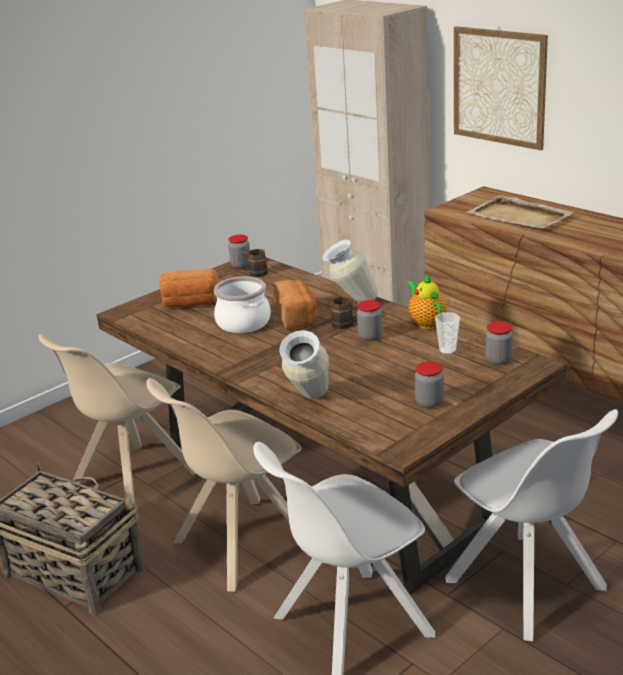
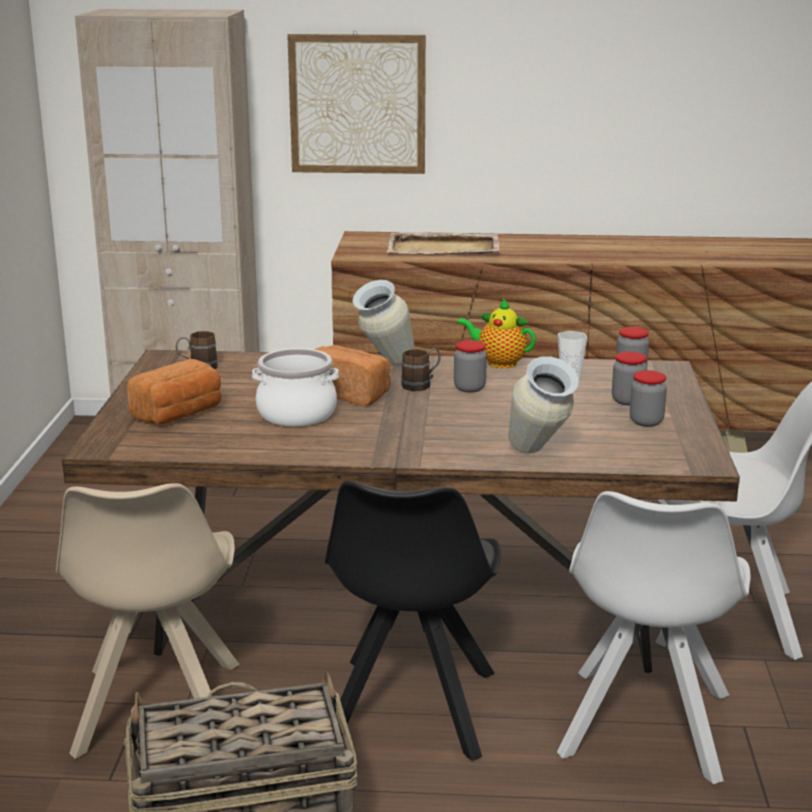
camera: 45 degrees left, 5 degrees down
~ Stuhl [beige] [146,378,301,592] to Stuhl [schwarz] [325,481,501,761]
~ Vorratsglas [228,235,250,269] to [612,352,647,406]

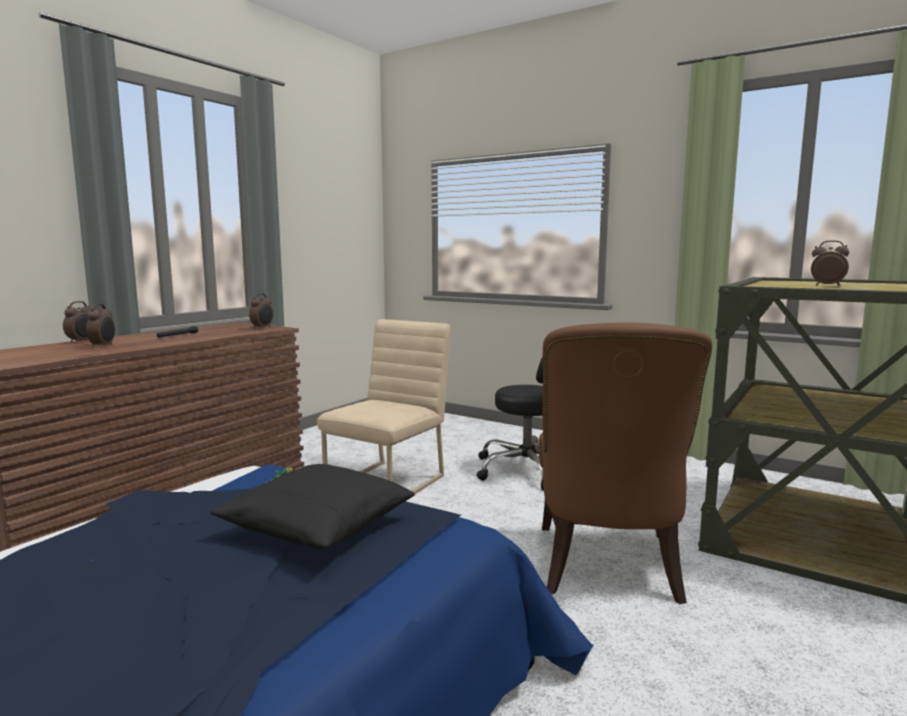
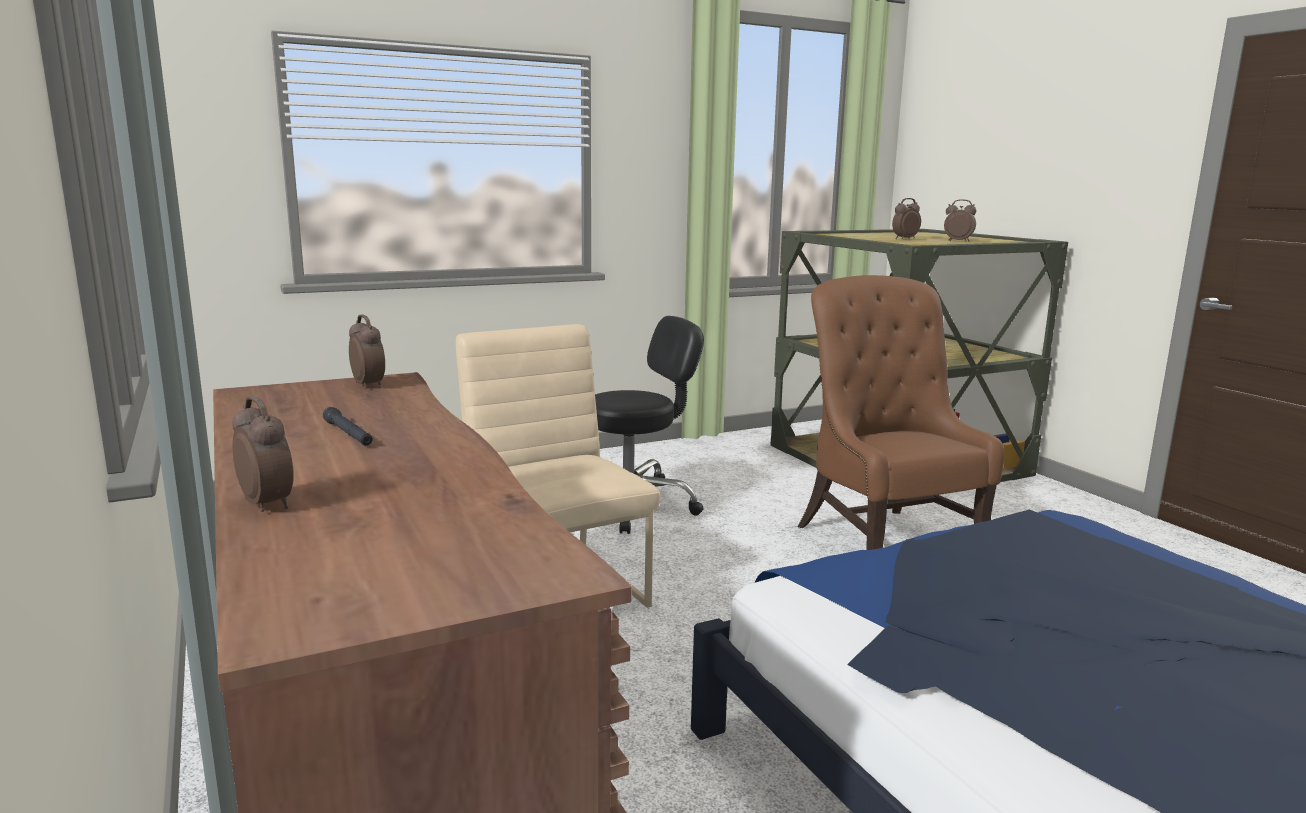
camera: 60 degrees left, 5 degrees up
~ Stuhl [braun] [538,322,712,604] = [798,275,1005,550] 150 degrees counterclockwise
~ Wecker [86,304,115,348] to [944,199,976,242]
- Kissen [schwarz] [210,464,415,550]

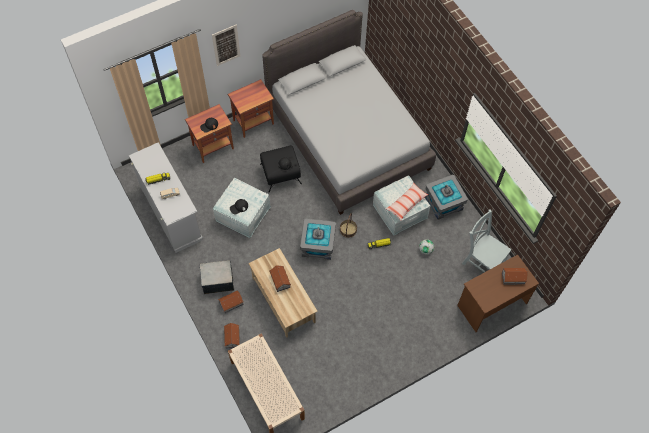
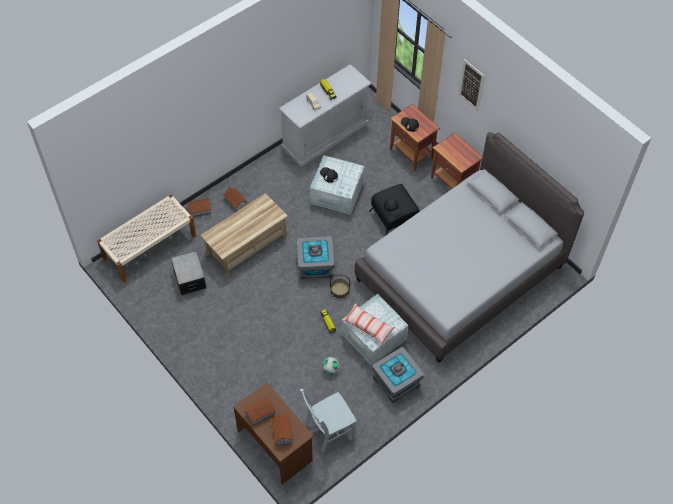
camera: 80 degrees right, 5 degrees down
~ Aufbewahrungsbox [200,260,234,294] to [171,251,206,296]
~ Spielzeughaus [269,265,291,292] to [244,397,276,426]
~ Stuhl [grau] [462,209,511,272] = [300,389,357,453] 150 degrees counterclockwise

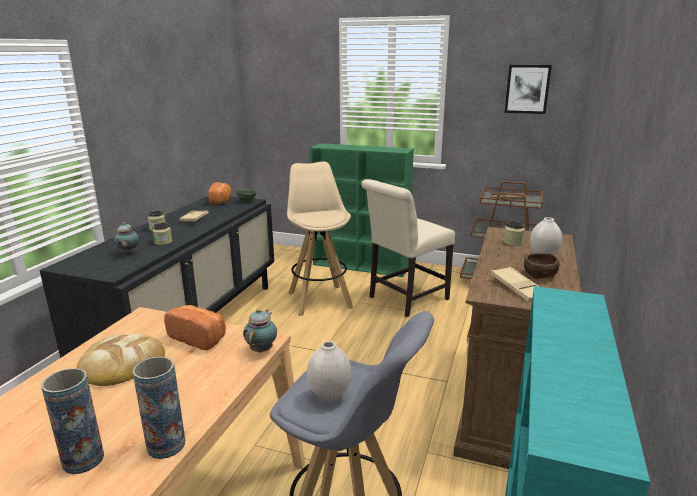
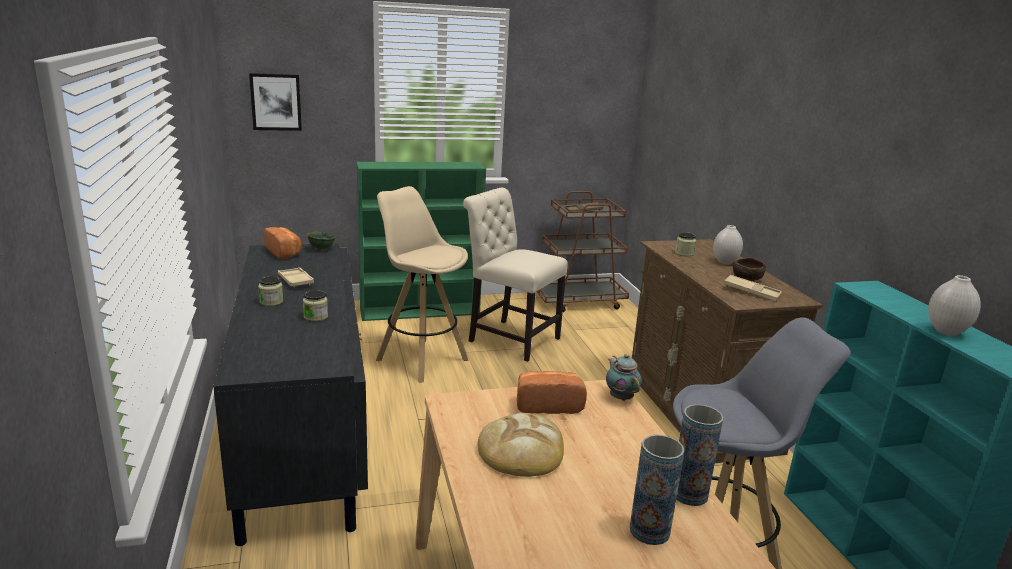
camera: 35 degrees left, 0 degrees up
~ Bild [504,65,552,114] to [249,73,302,131]
~ Stuhl [beige] [361,179,455,317] = [463,188,568,362] 105 degrees clockwise
~ Vase [weiß] [307,341,351,402] to [928,275,981,336]
- Teekanne [114,222,140,254]

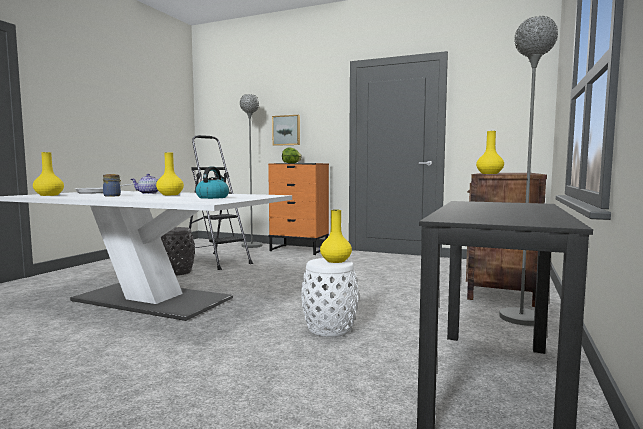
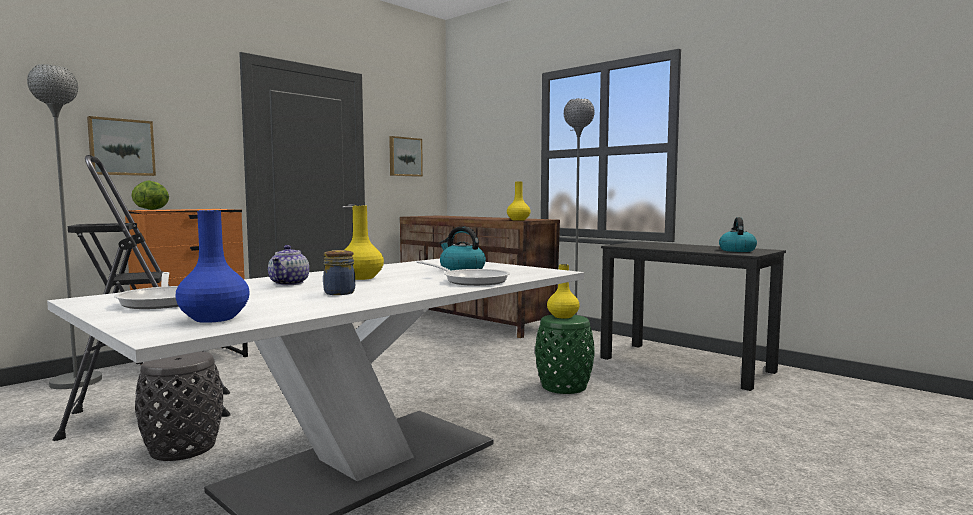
camera: 70 degrees left, 0 degrees up
~ Vase [gelb] [33,152,64,196] to Vase [blau] [176,210,250,323]
+ Bild [389,136,423,177]
+ Pfanne [417,261,510,286]
~ Hocker [weiß] [301,258,359,337] to Hocker [grün] [535,315,595,394]
+ Wasserkessel [719,217,757,252]

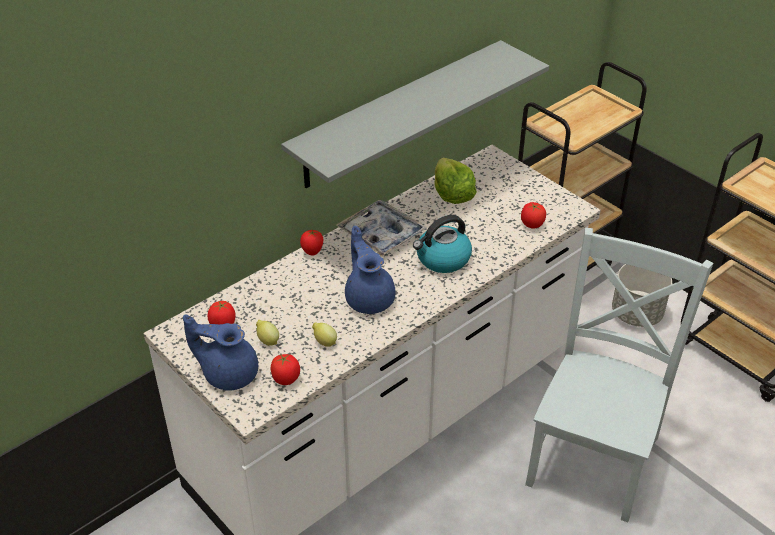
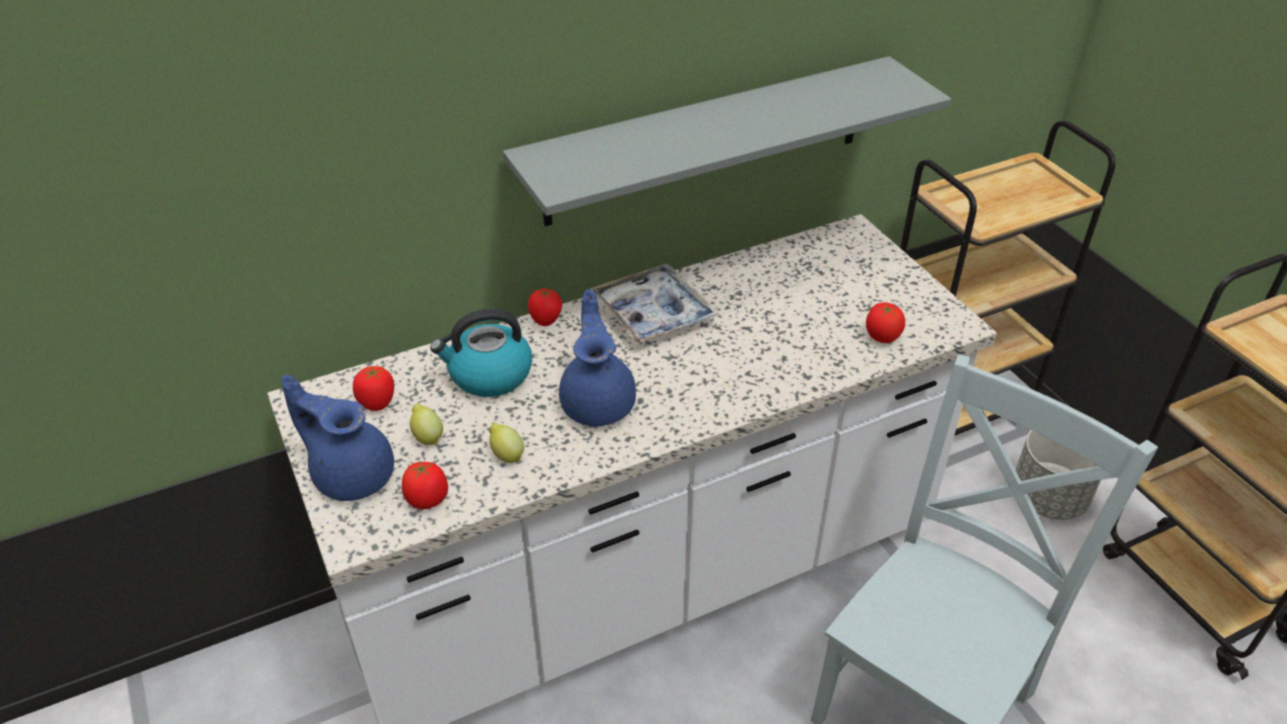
camera: 15 degrees right, 0 degrees up
~ Wasserkessel [413,215,472,273] to [430,308,532,397]
- Salatkopf [434,158,477,204]

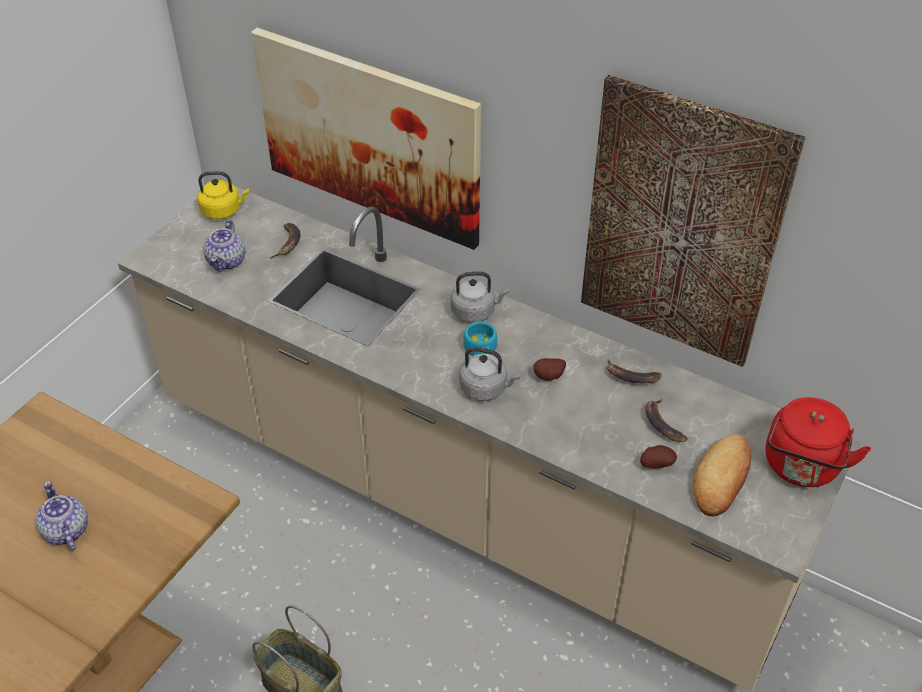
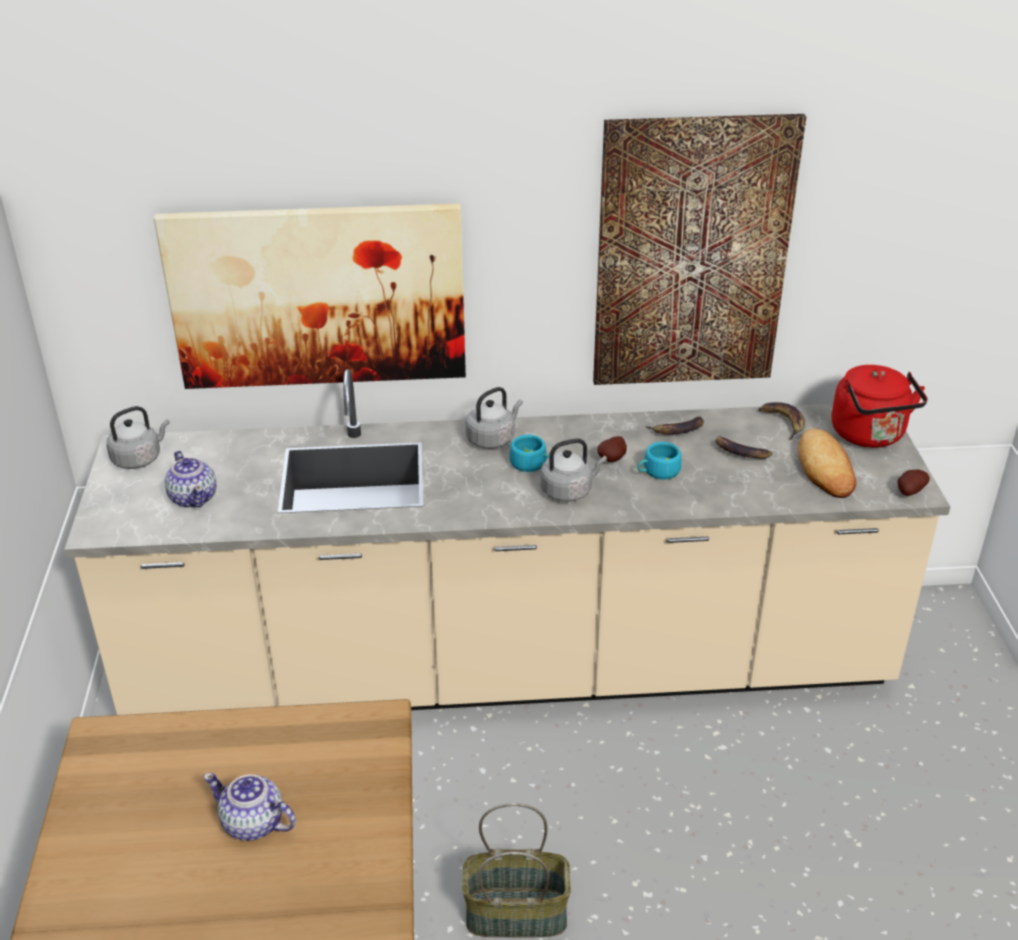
camera: 35 degrees left, 10 degrees down
~ Wasserkessel [gelb] [197,171,249,220] to Wasserkessel [grau] [107,406,170,469]
+ Tasse [türkis] [638,442,682,479]
~ Banane [269,223,301,259] to [758,402,805,440]
~ Kartoffel [640,445,677,468] to [897,469,930,496]

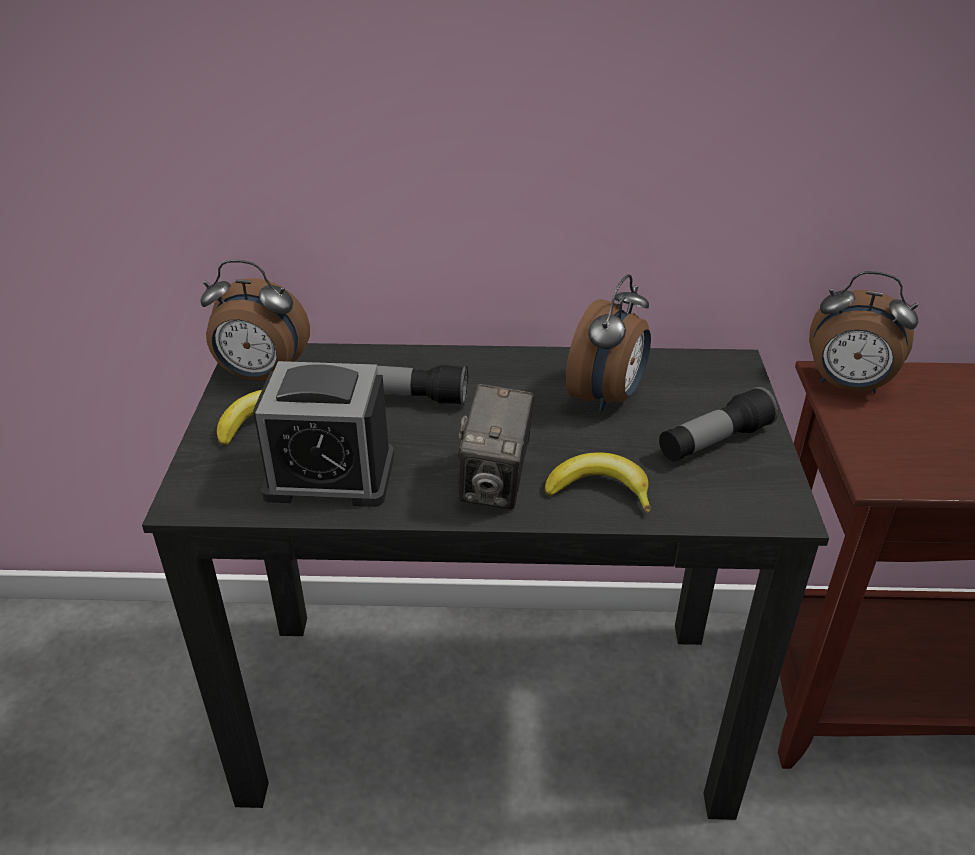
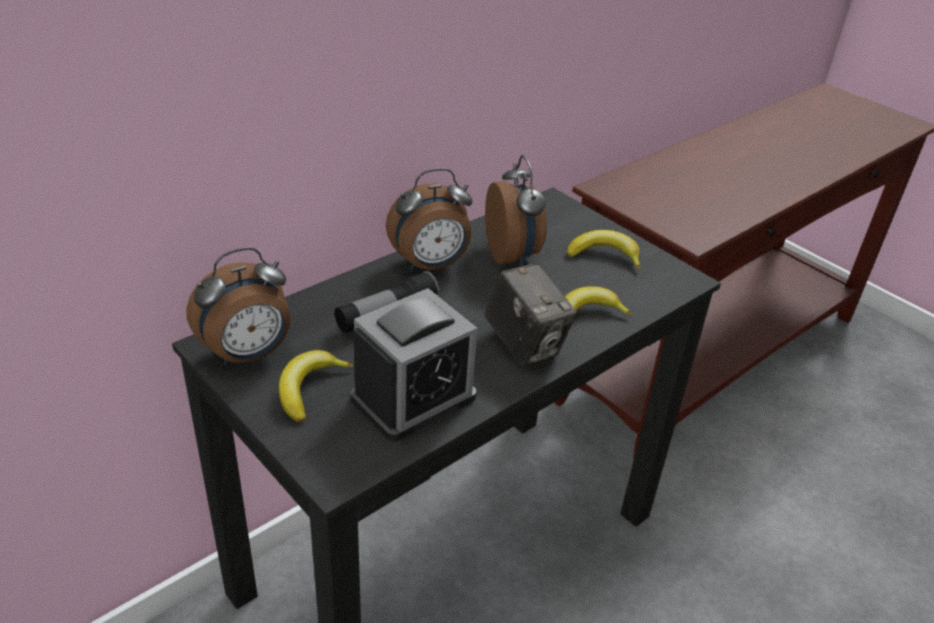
camera: 45 degrees left, 0 degrees up
~ Wecker [809,271,918,394] to [386,168,473,271]
~ Taschenlampe [659,386,778,462] to Banane [567,230,641,270]

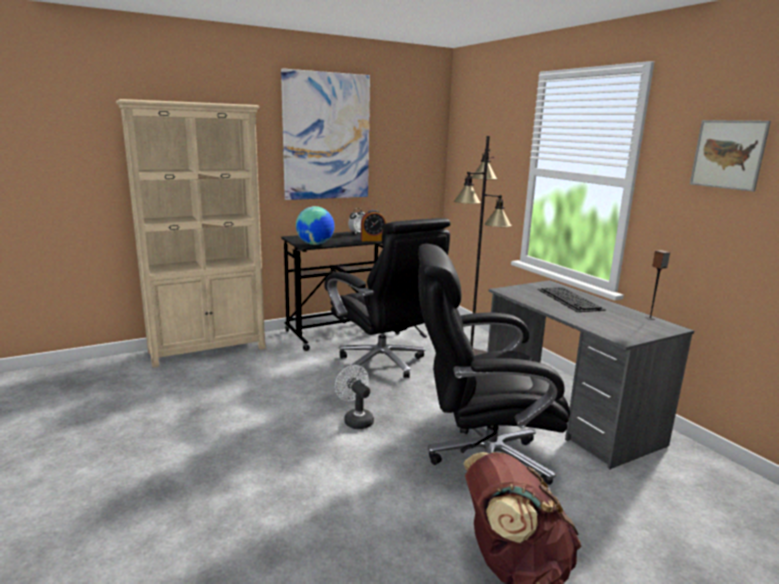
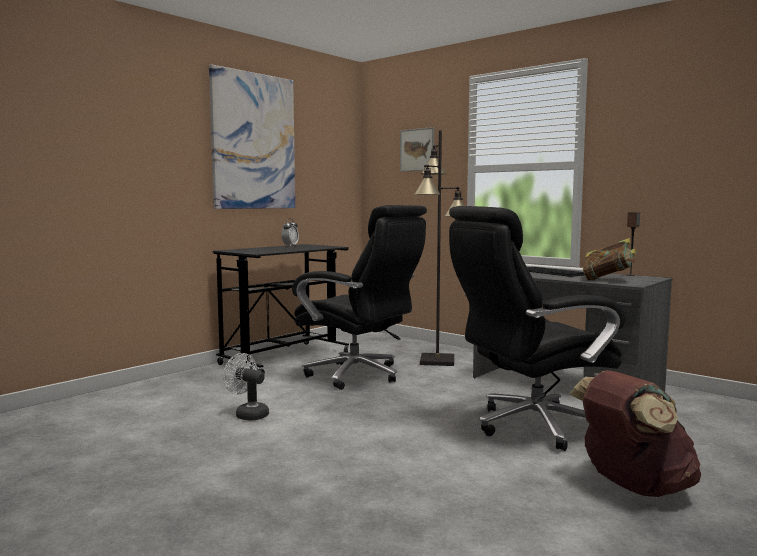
camera: 20 degrees left, 10 degrees down
~ Ventilator [weiß] [335,365,374,429] to [223,353,269,421]
~ Bild [690,120,771,192] to [400,127,434,172]
+ Buch [583,238,636,281]
- Bücherregal [beige] [116,99,266,368]
- Globus [296,206,334,245]
- Wecker [361,210,386,241]

